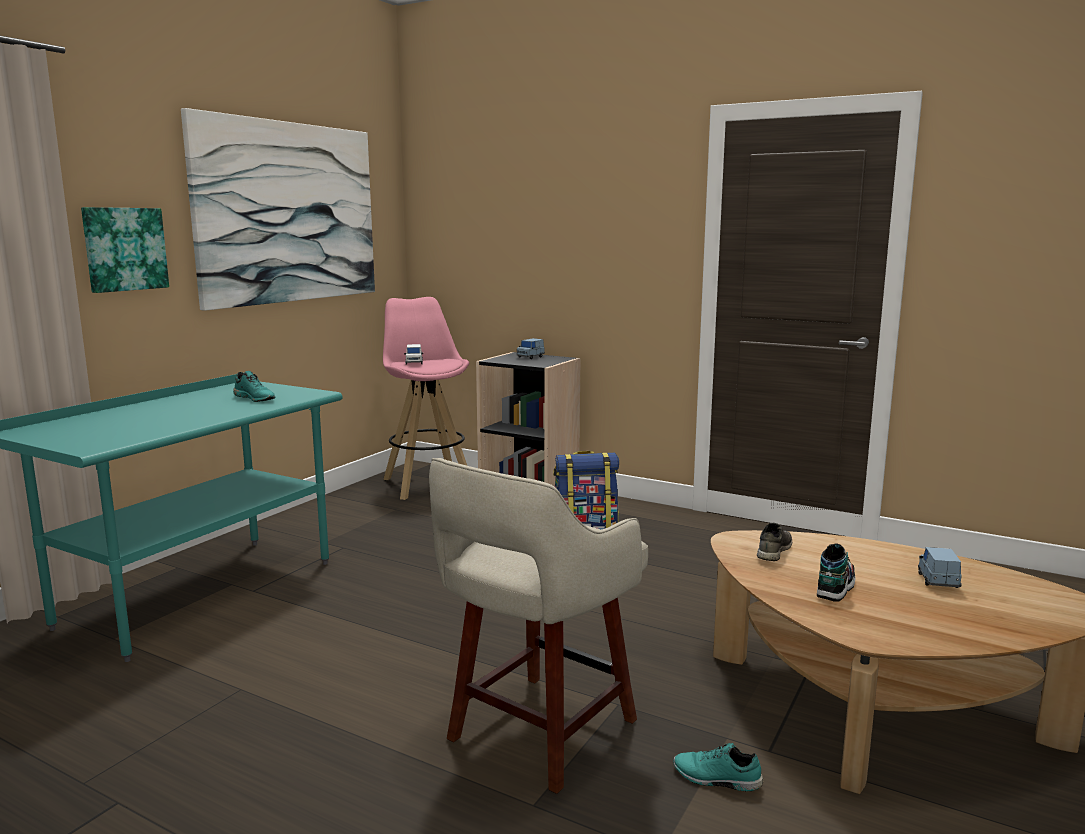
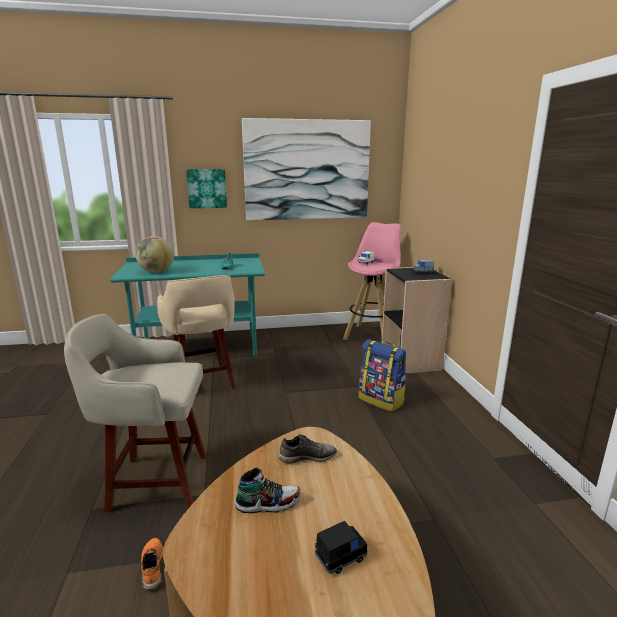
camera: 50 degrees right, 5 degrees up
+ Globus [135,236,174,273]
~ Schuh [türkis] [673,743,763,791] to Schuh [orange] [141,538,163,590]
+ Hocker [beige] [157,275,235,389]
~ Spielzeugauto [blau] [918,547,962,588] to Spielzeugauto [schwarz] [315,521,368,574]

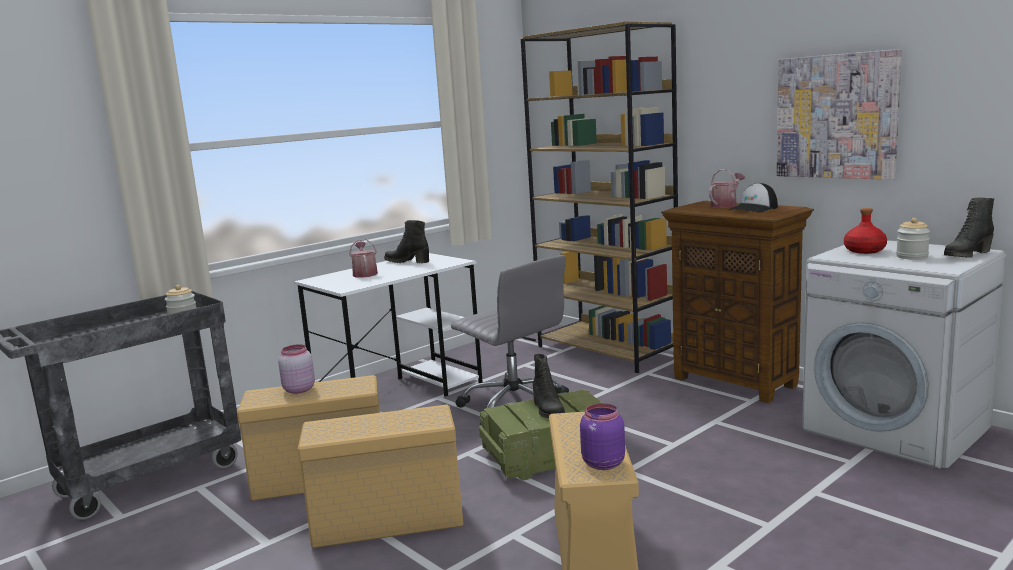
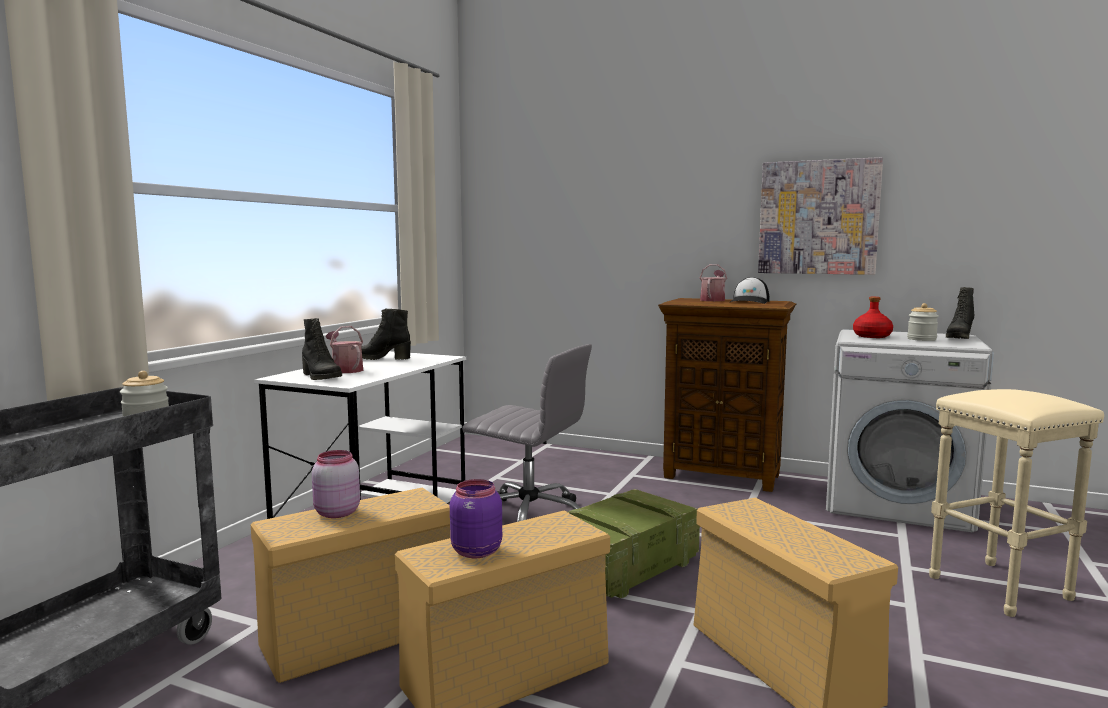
camera: 25 degrees left, 5 degrees down
~ Stiefel [schwarz] [533,354,565,418] to [302,318,342,380]
~ Vorratsglas [lila] [580,403,625,470] to [450,479,502,558]
+ Hocker [beige] [929,389,1104,617]
- Bücherregal [braun] [521,22,678,373]

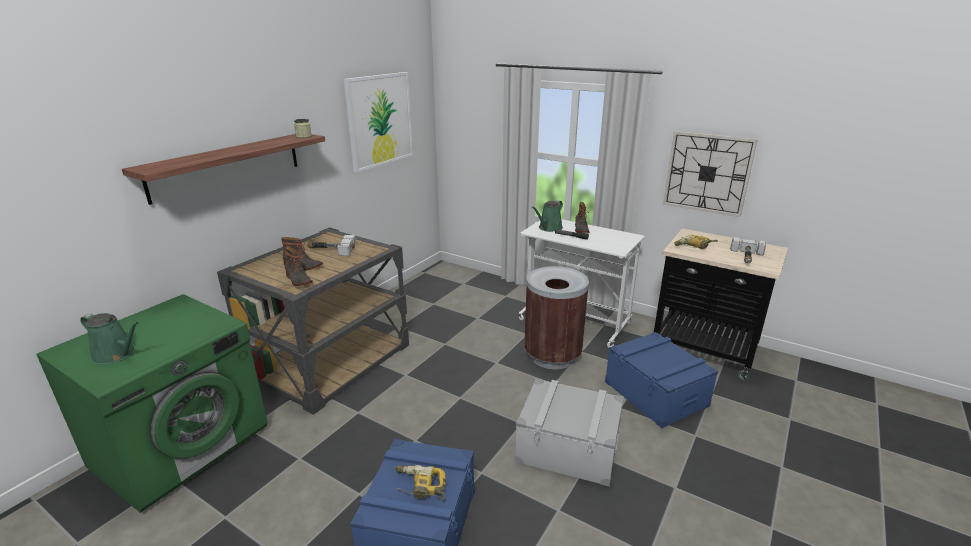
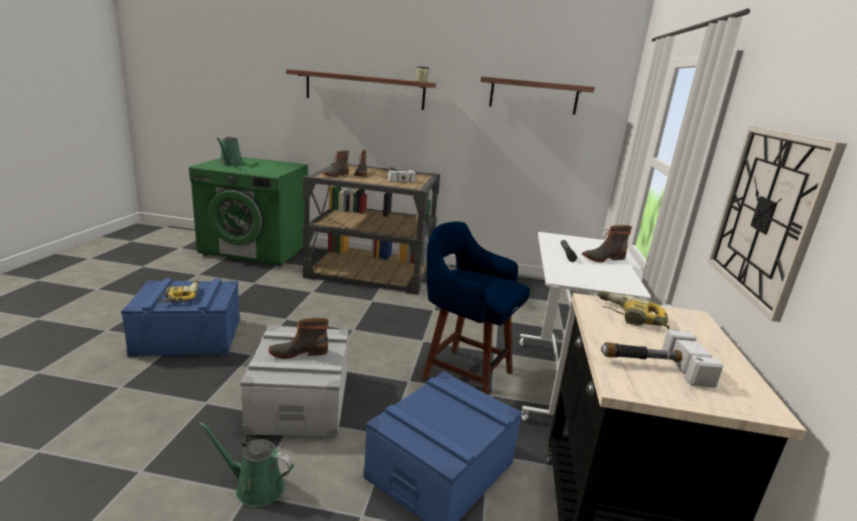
camera: 65 degrees right, 5 degrees down
~ Gießkanne [grün] [532,200,563,232] to [199,422,294,507]
+ Stiefel [269,318,329,359]
~ Mülleimer [braun] [524,266,589,369] to Hocker [blau] [422,222,530,395]
~ Bild [344,72,413,172] to Wandregal [480,76,595,115]

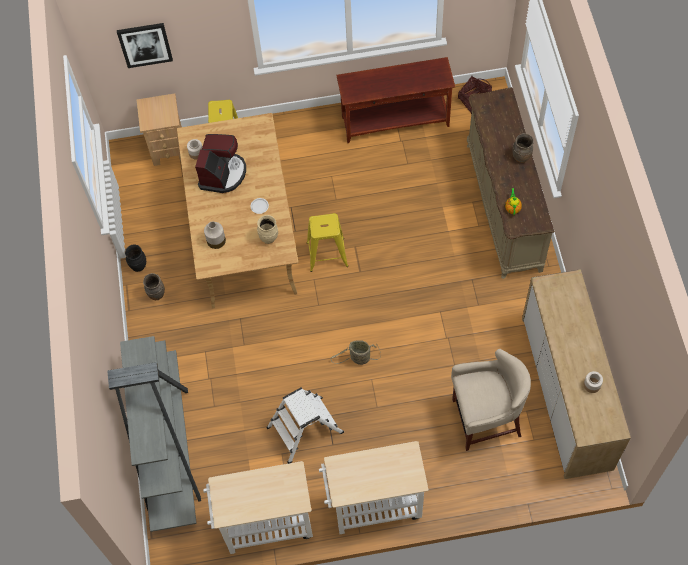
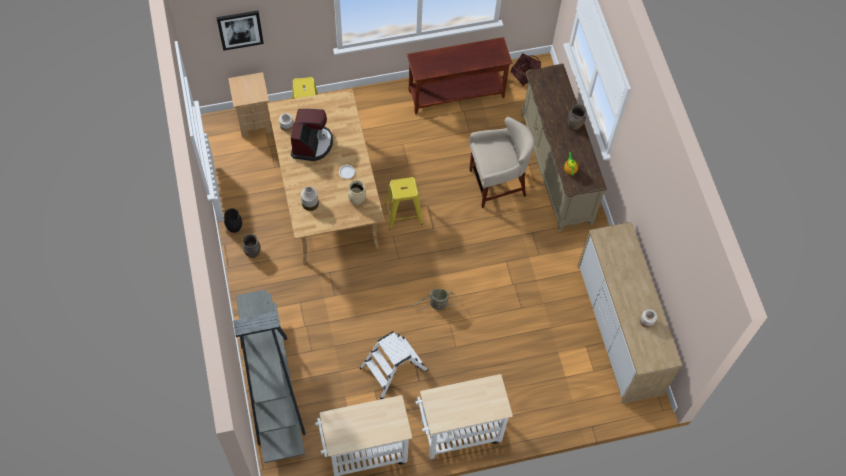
camera: 10 degrees left, 0 degrees up
~ Hocker [beige] [451,349,531,451] to [469,117,534,208]

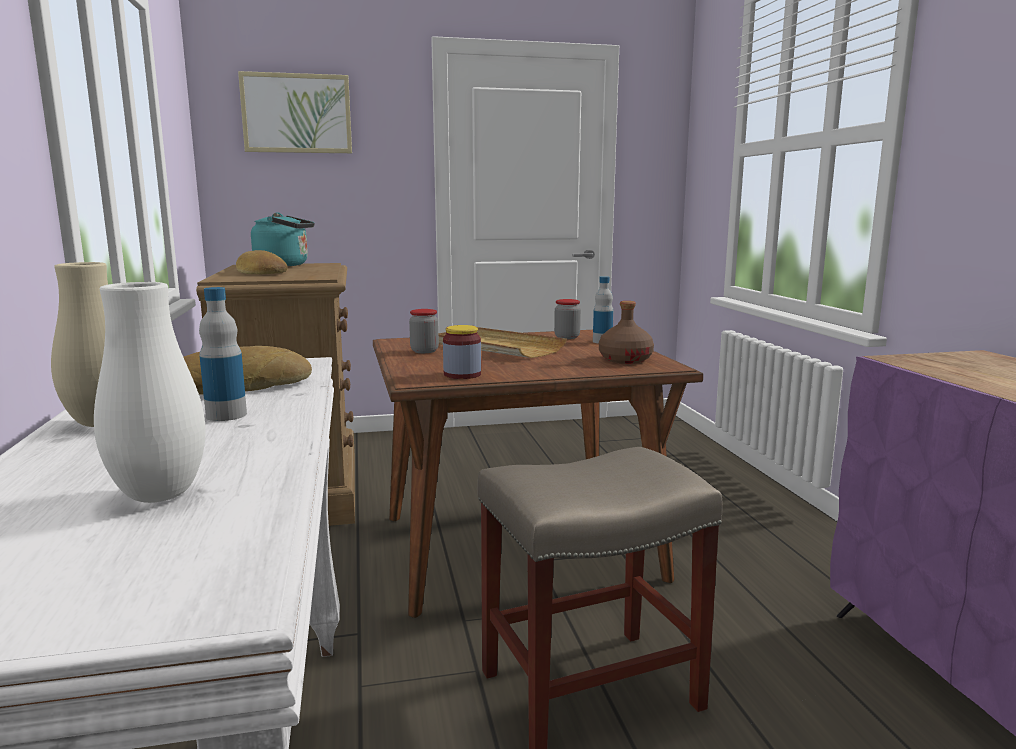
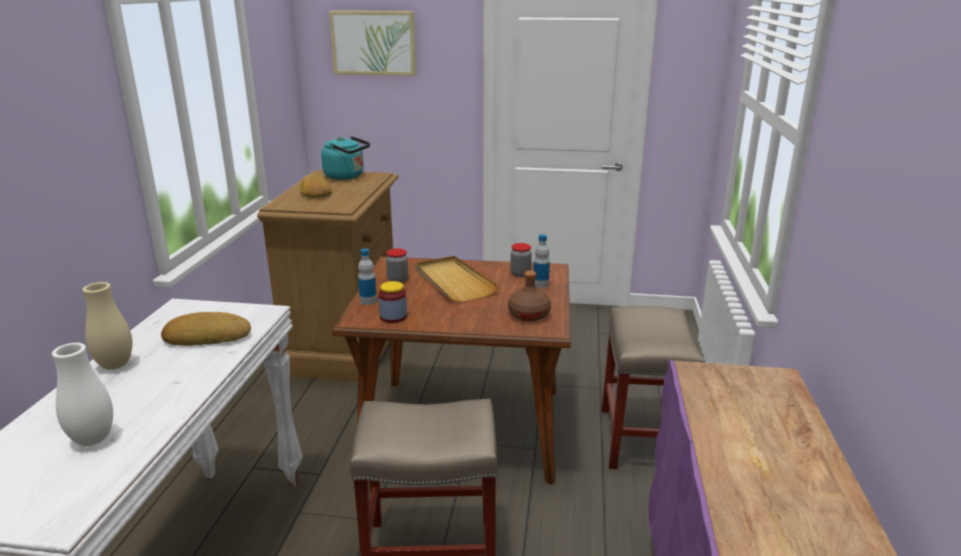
camera: 20 degrees right, 10 degrees up
~ Flasche [199,287,247,421] to [358,248,377,305]
+ Hocker [beige] [602,306,705,469]

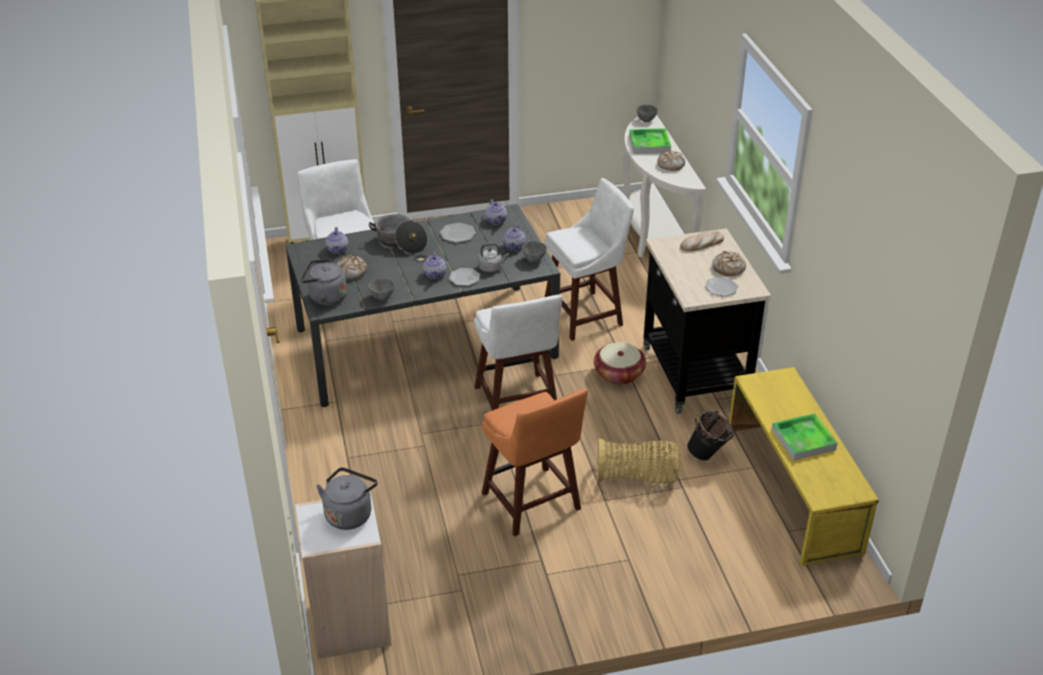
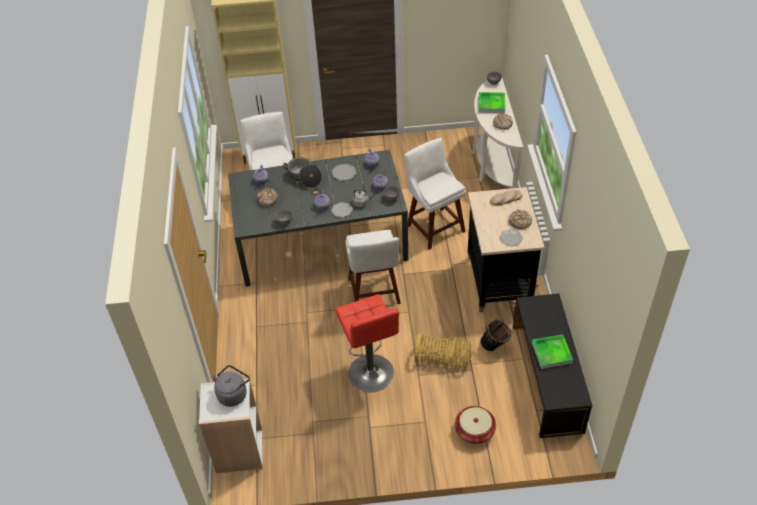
camera: 10 degrees right, 10 degrees up
~ Stuhl [orange] [482,388,588,537] to Hocker [rot] [335,294,399,392]
~ Stuhl [weiß] [545,178,634,341] = [404,138,466,250] 105 degrees counterclockwise
~ Korb [594,342,646,385] to [455,406,496,444]
~ Bank [gelb] [729,367,879,566] to Bank [schwarz] [513,293,593,438]
- Wasserkessel [grau] [301,259,347,305]

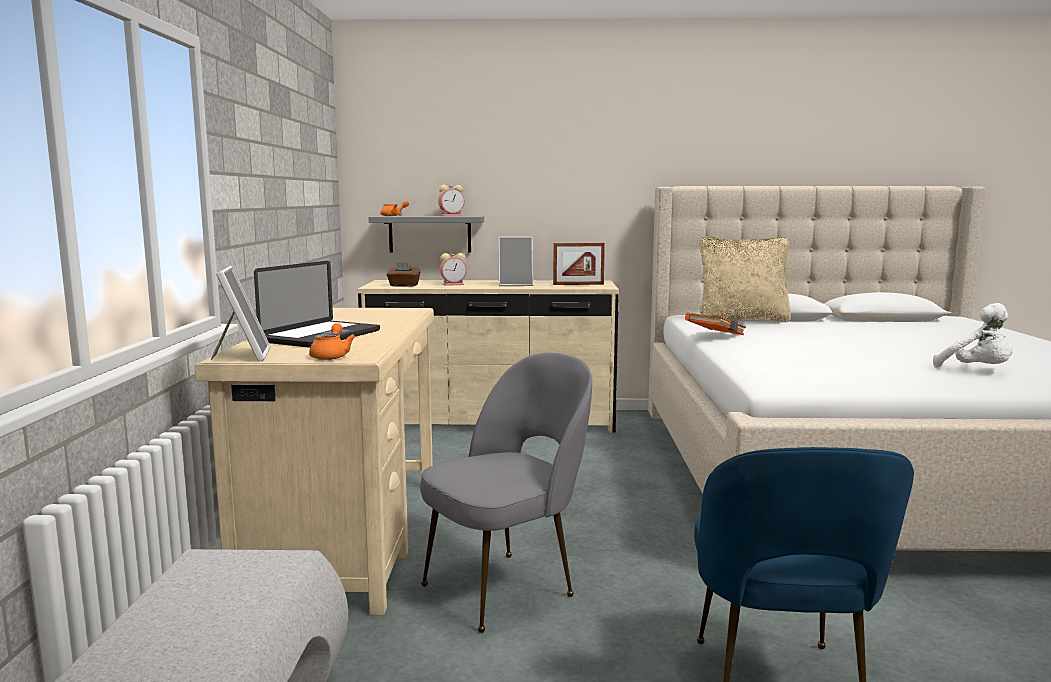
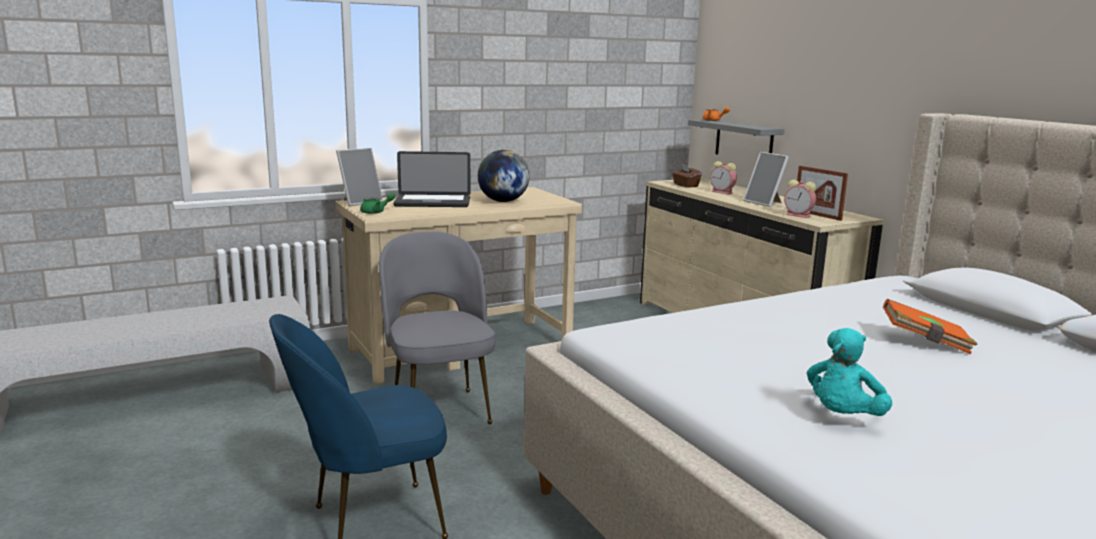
camera: 60 degrees right, 5 degrees up
~ Teekanne [orange] [309,323,355,360] to Teekanne [grün] [360,193,395,214]
~ Stuhl [grau] [420,353,592,633] = [379,231,496,424] 135 degrees counterclockwise
+ Globus [478,150,530,202]
~ Wecker [438,185,465,216] to [784,180,816,218]
~ Plüschtier [weiß] [933,303,1013,368] to Plüschtier [türkis] [807,328,892,416]
~ Buch [orange] [685,313,746,335] to [883,299,978,355]
- Kissen [beige] [699,236,791,323]

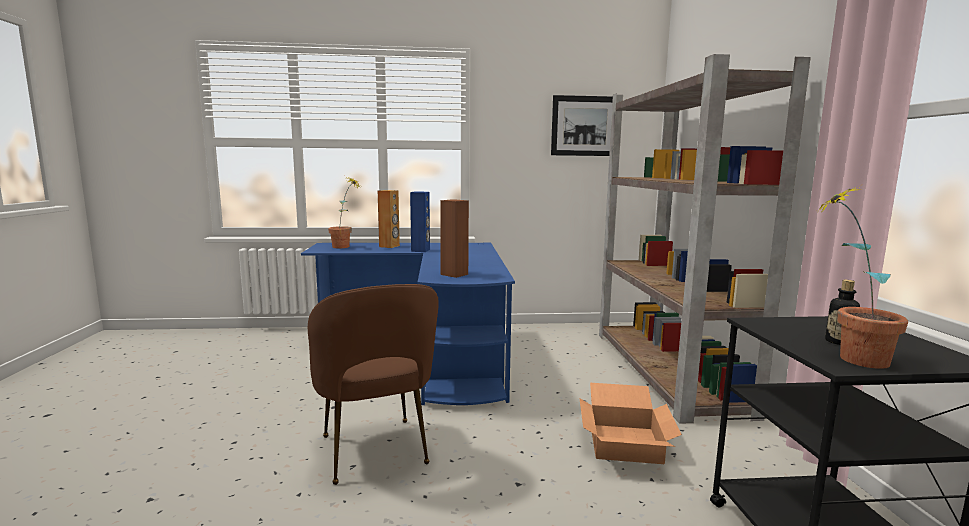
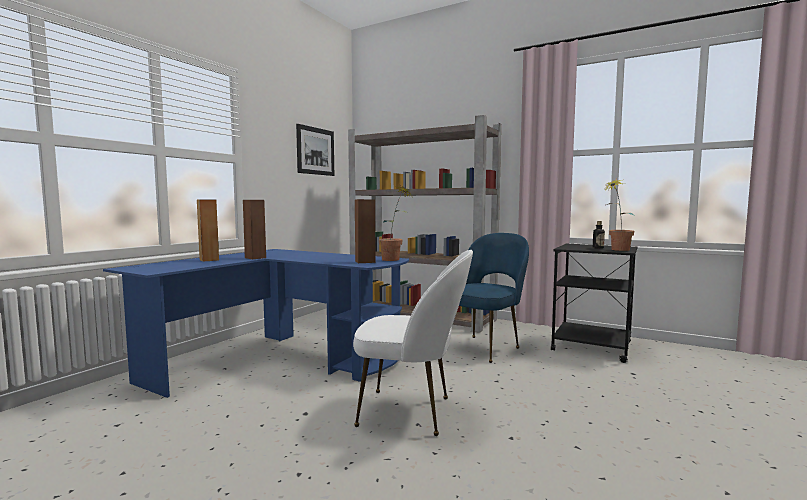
camera: 55 degrees left, 5 degrees down
~ Lautsprecher [blau] [410,191,430,252] to Lautsprecher [braun] [243,200,266,259]
~ Stuhl [braun] [308,284,439,485] to Stuhl [weiß] [353,250,473,436]
~ Topfpflanze [328,176,361,248] to [379,186,412,261]
~ Karton [579,383,682,464] to Stuhl [blau] [459,233,529,363]

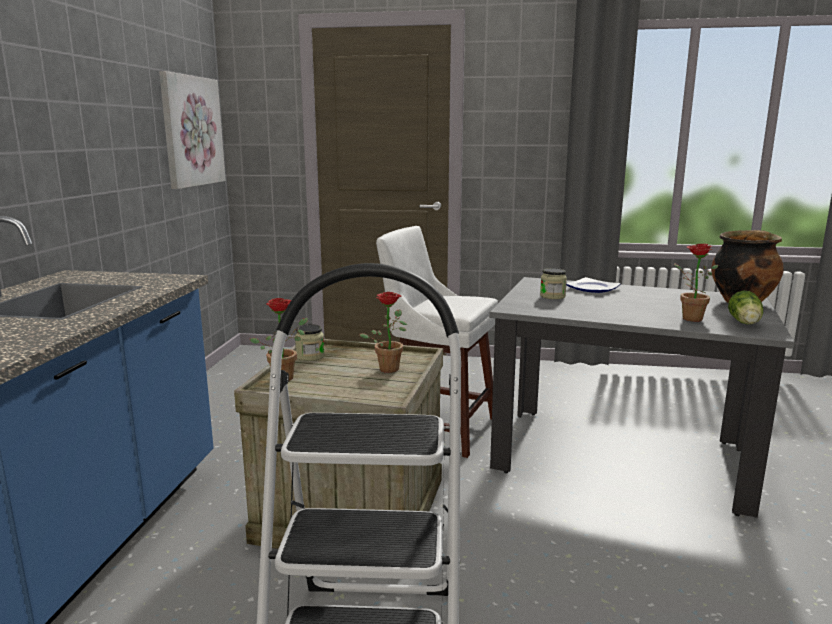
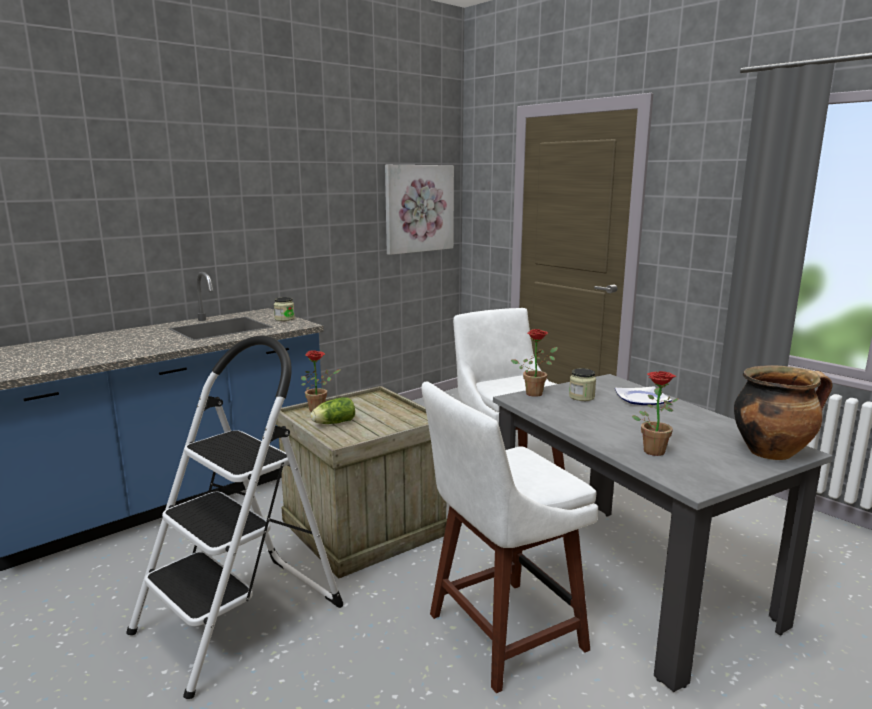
camera: 40 degrees right, 0 degrees up
~ Vorratsglas [295,324,324,361] to [274,297,295,321]
~ Salatkopf [728,291,763,324] to [310,397,355,424]
+ Stuhl [weiß] [421,381,598,693]
~ Topfpflanze [360,292,407,373] to [511,329,558,397]

